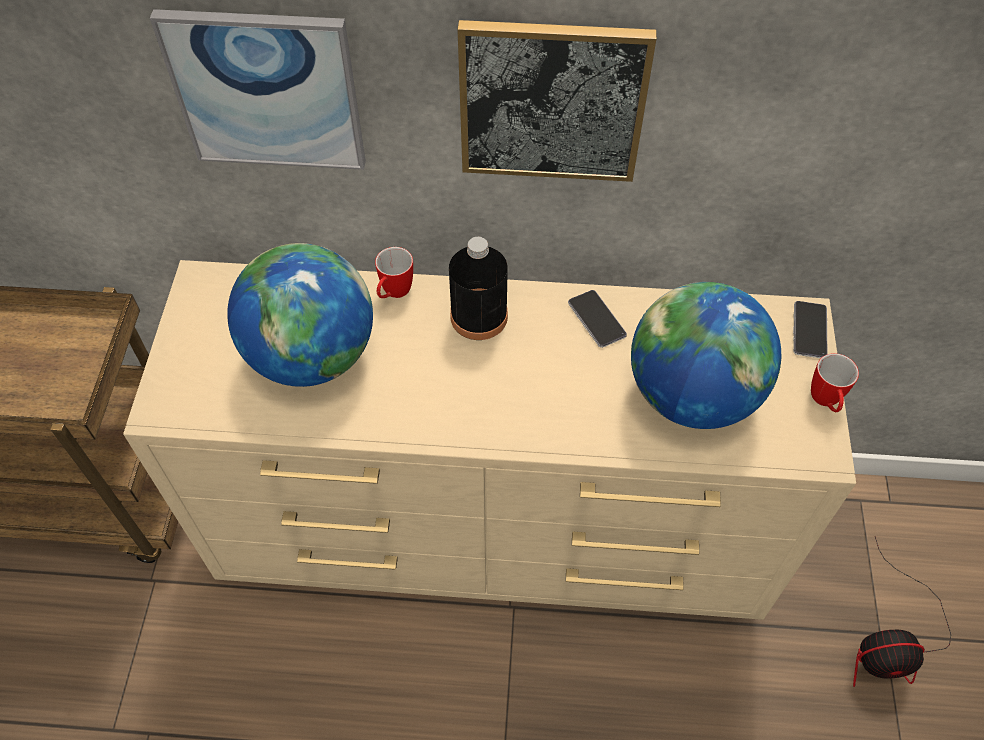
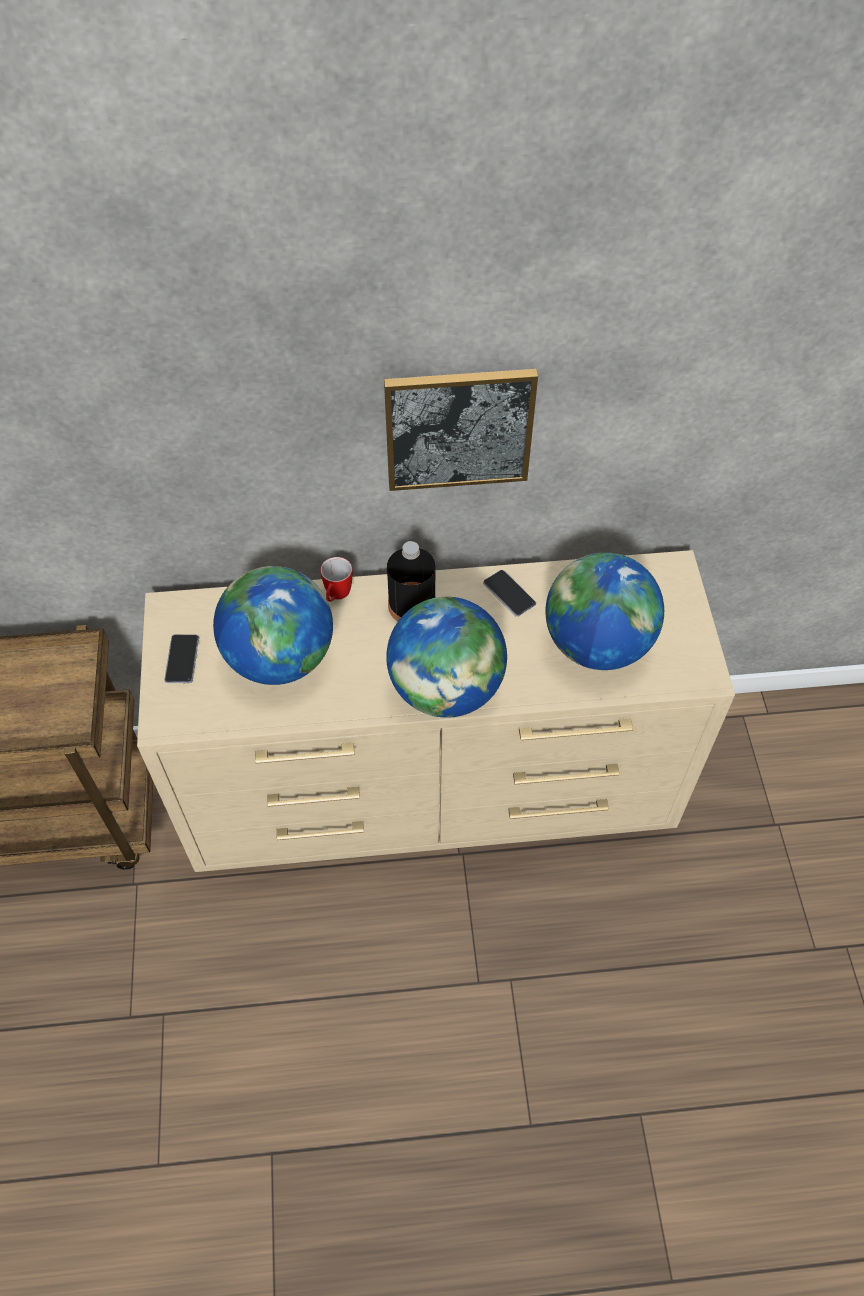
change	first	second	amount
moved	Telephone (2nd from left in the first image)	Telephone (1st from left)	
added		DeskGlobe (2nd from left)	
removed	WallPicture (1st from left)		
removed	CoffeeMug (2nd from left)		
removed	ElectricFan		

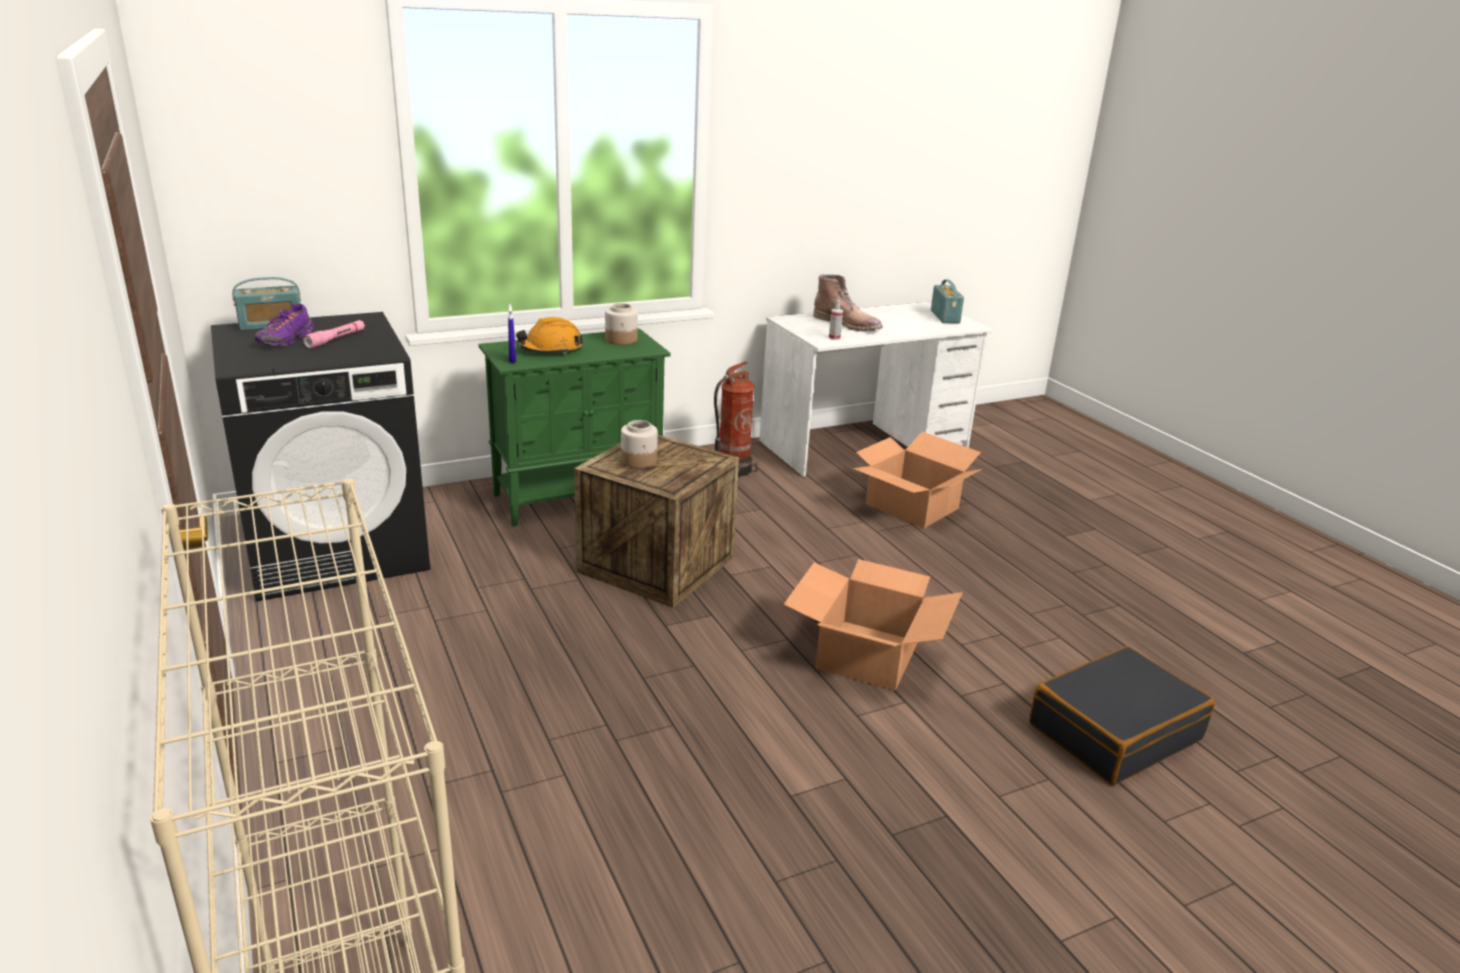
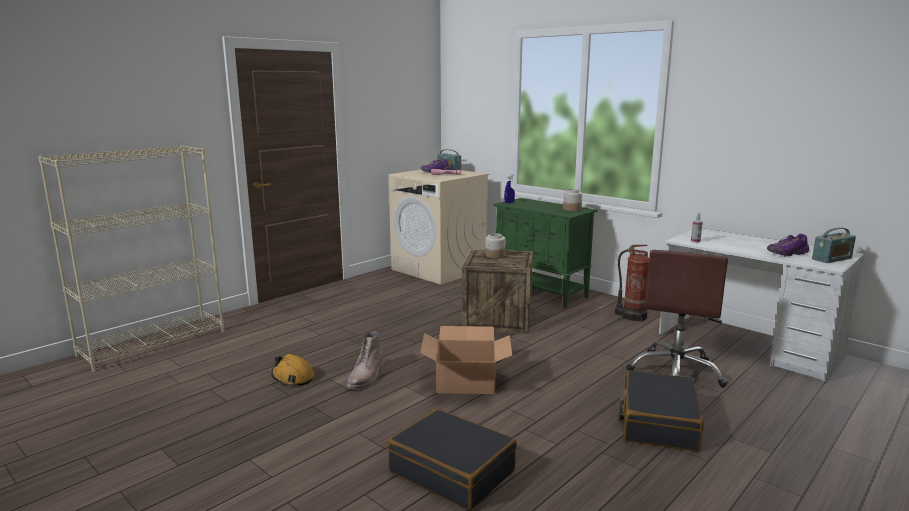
change	first	second	amount
moved	OrangeyHardHat		
moved	BrownishBoot		
recoloured	BlackColouredLaundryMachine	BeigeColouredLaundryMachine	
added		BlackColouredTravelCase (2nd from left)	
replaced	CardboardBox (2nd from left)	BrownishComputerChair	
added		PurplishLowShoe (2nd from left)	

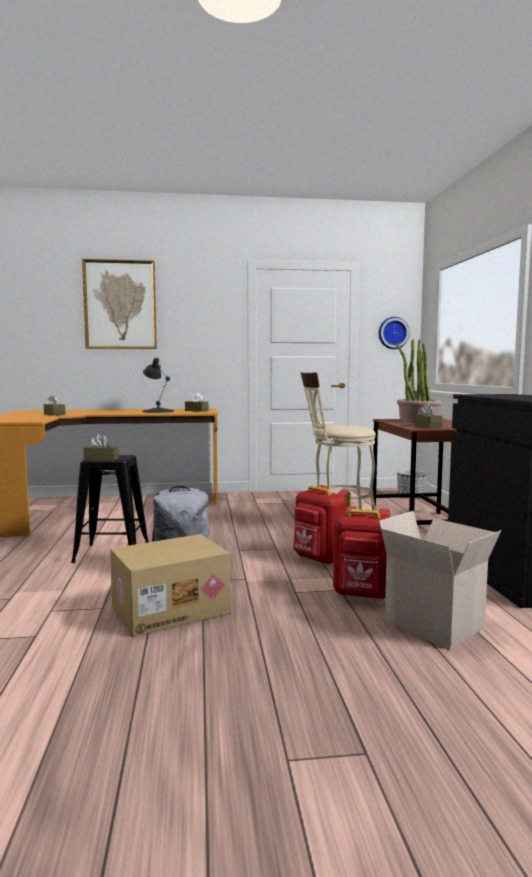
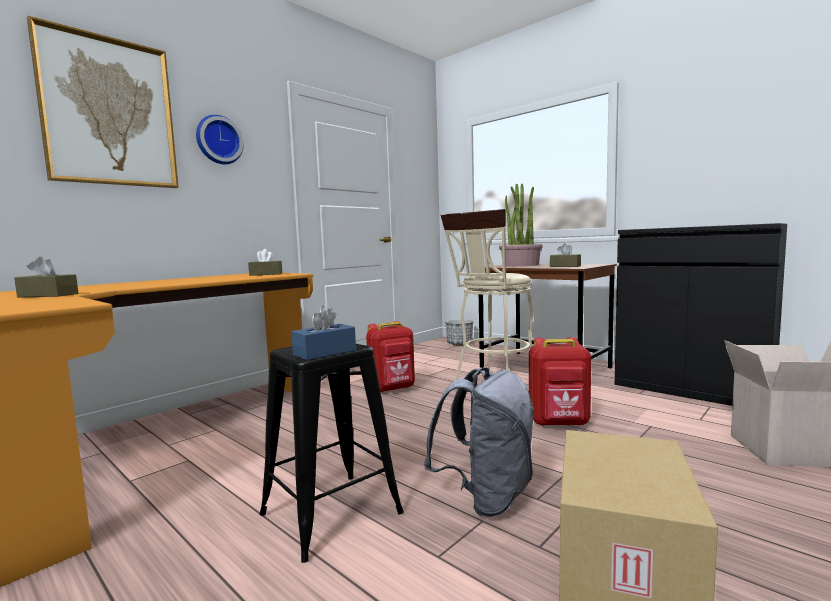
change	first	second	amount
moved	HangingClock		
recoloured	BrownishTissueBox (2nd from left)	BlueColouredTissueBox	
moved	RedColouredRucksack (2nd from left in the first image)	RedColouredRucksack (1st from left)	
removed	BlackColouredTabletopLamp		

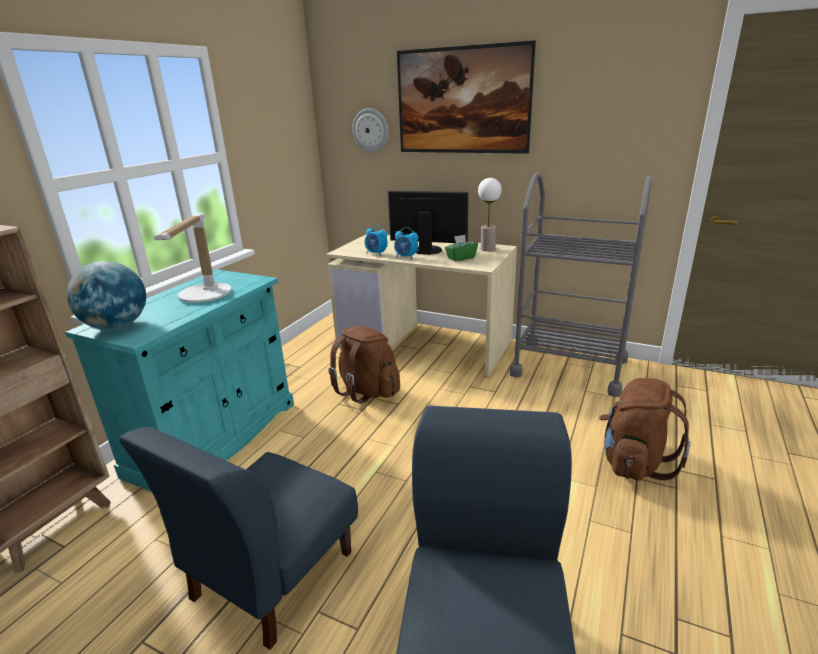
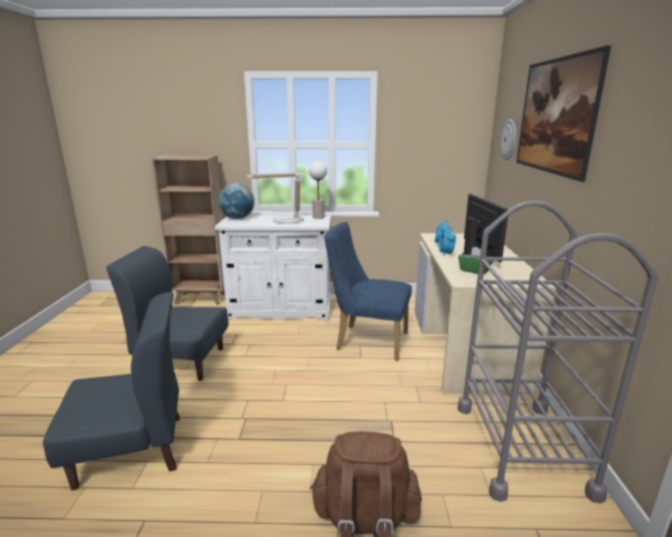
change	first	second	amount
recoloured	BlueGreenCupboard	WhitishCupboard	
moved	TabletopLamp (2nd from left)		
replaced	BrownishRucksack (1st from left)	BlueColouredUprightChair (3rd from left)	

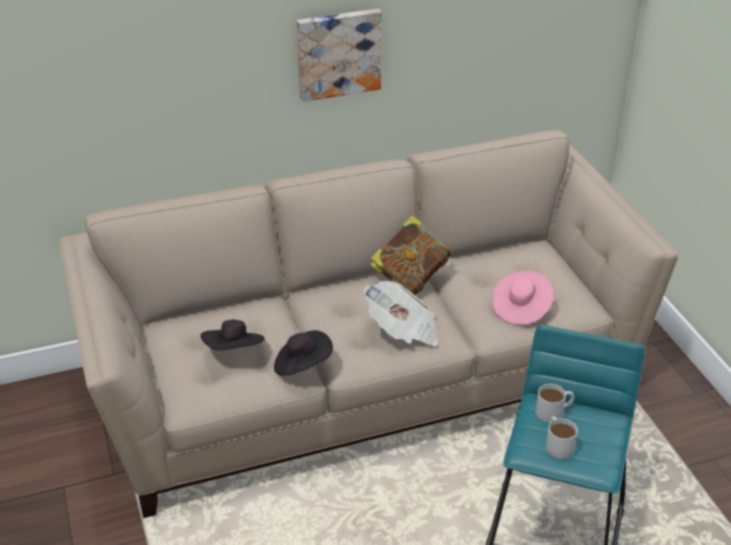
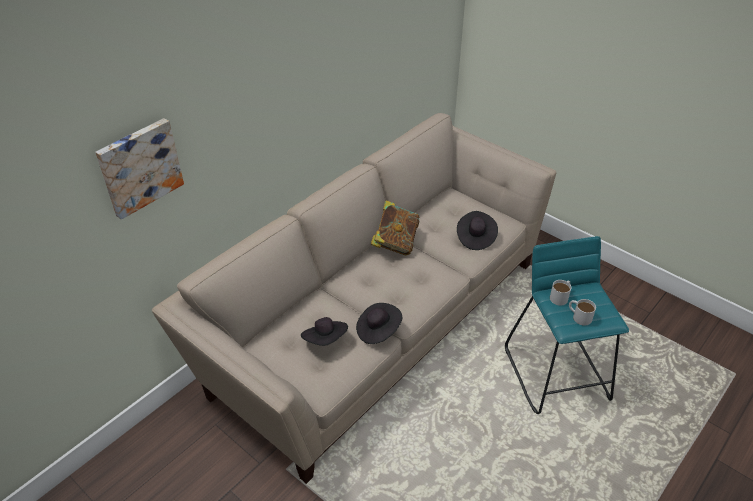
change	first	second	amount
moved	WallPicture		
recoloured	PinkWearableHat	BlackColouredWearableHat (3rd from left)	
removed	PrintedPaper		

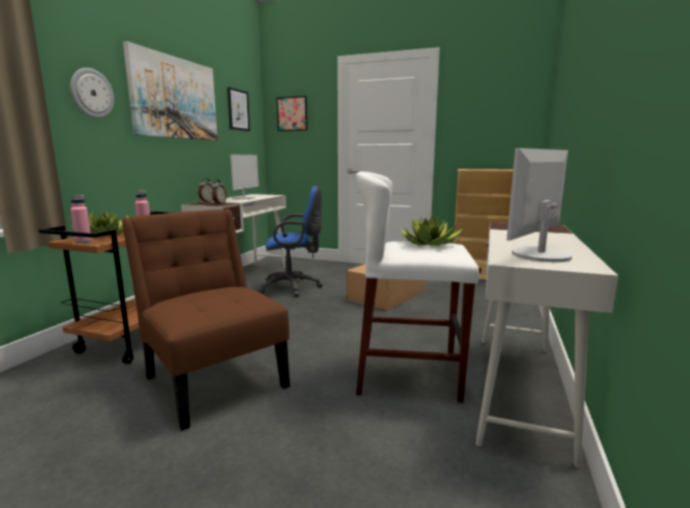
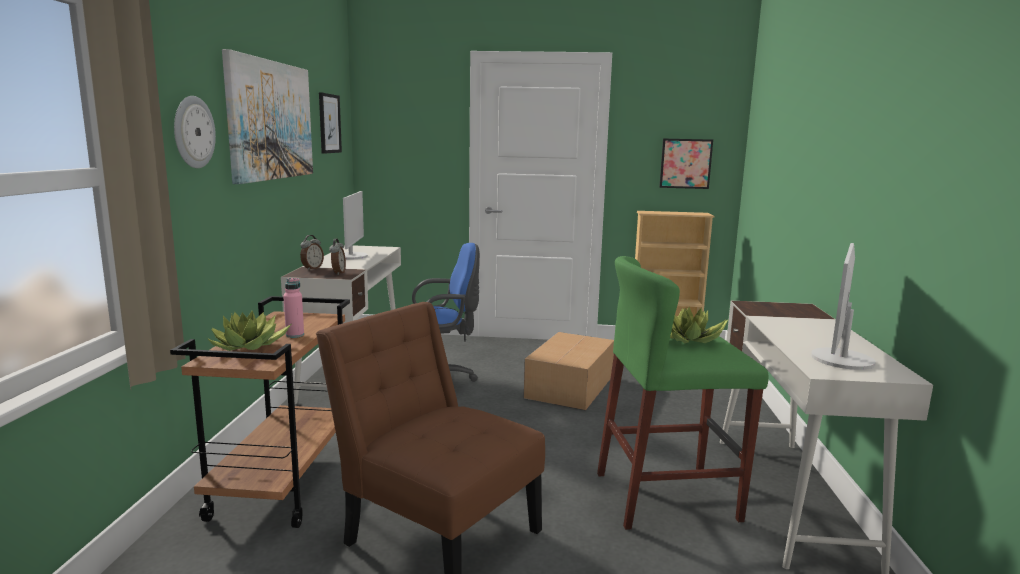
change	first	second	amount
recoloured	WhitishSittingStool	GreenSittingStool	
moved	WallPicture (3rd from left)		
removed	PinkDrinkBottle (1st from left)		

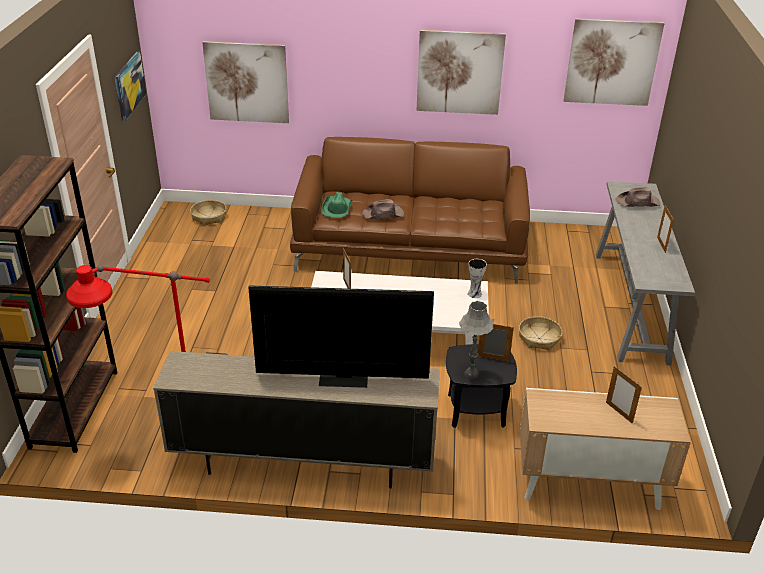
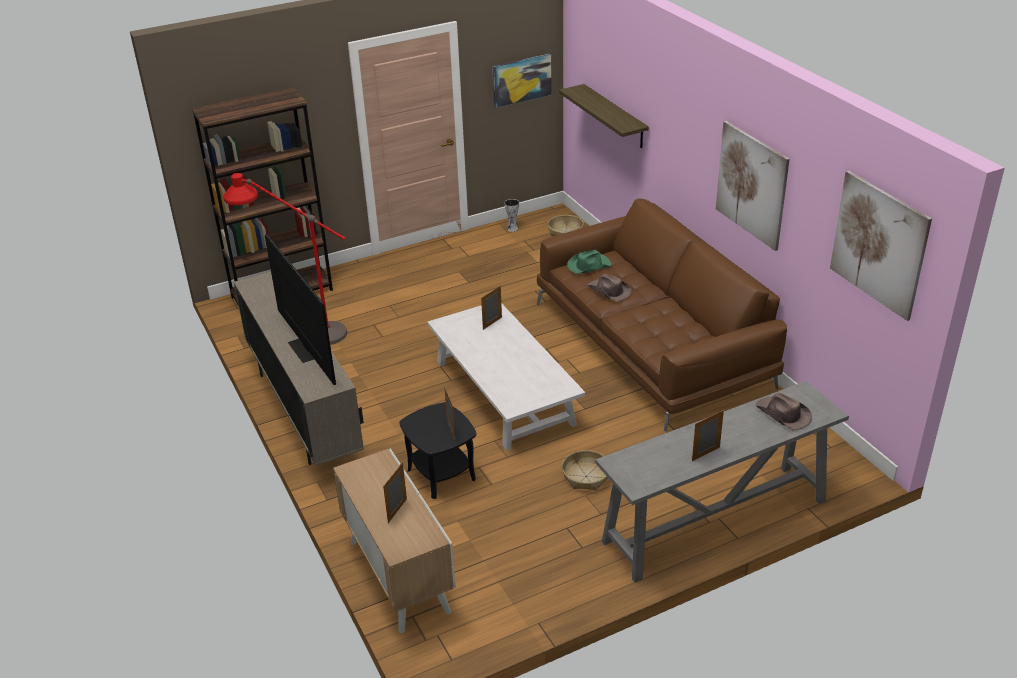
change	first	second	amount
moved	DecorativeVase		
replaced	WallPicture (2nd from left)	WallShelf	
removed	GrayTabletopLamp		

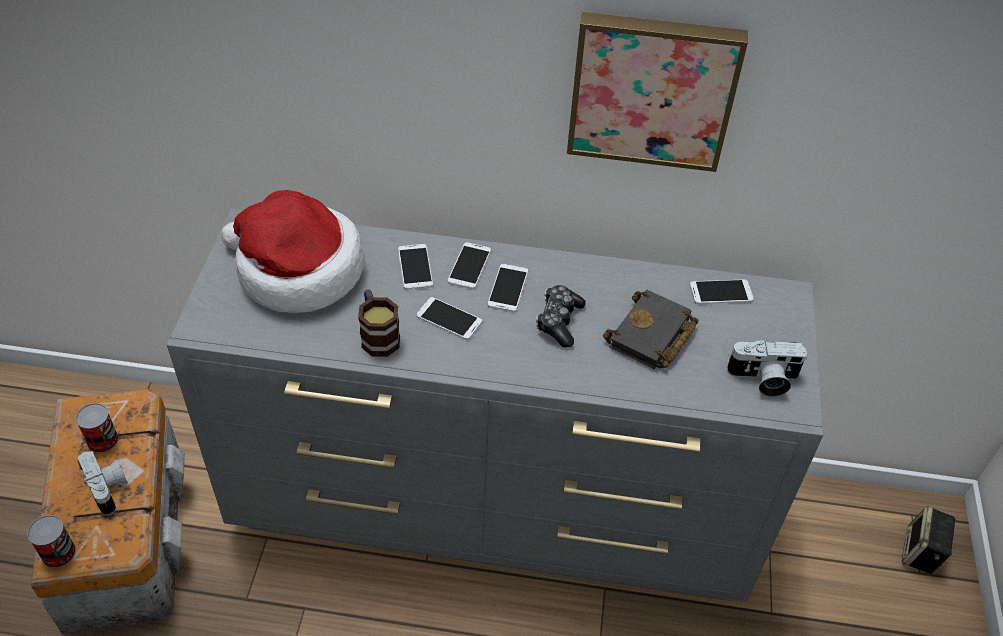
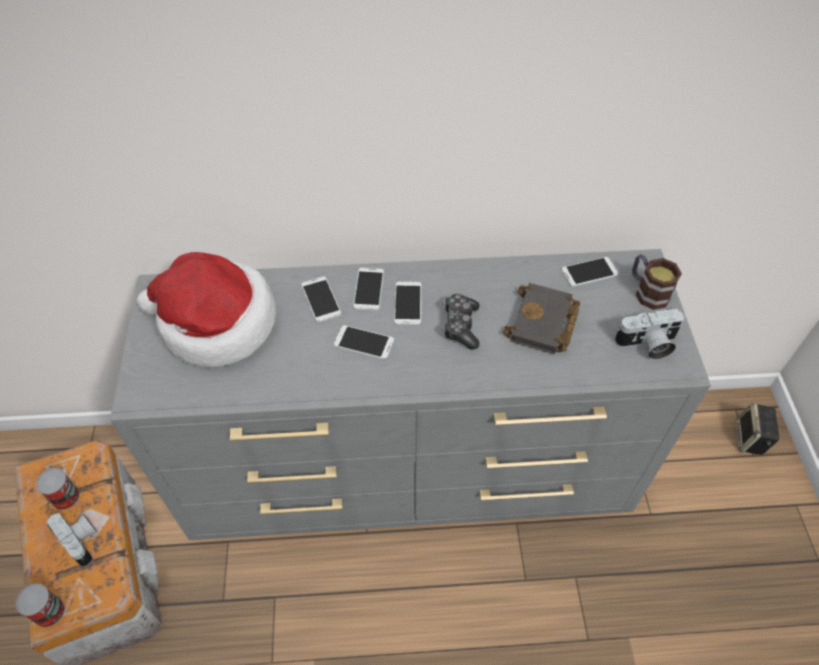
change	first	second	amount
moved	CoffeeMug		
removed	WallPicture		

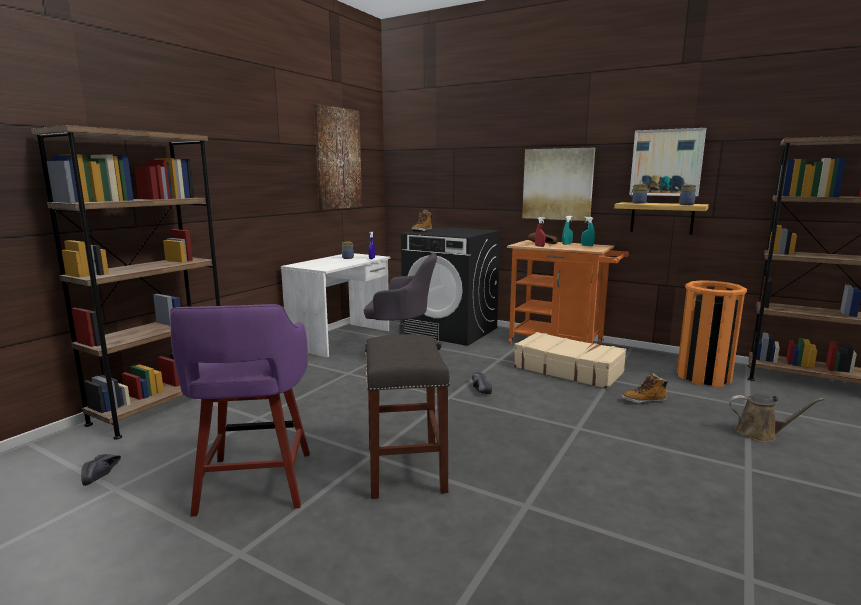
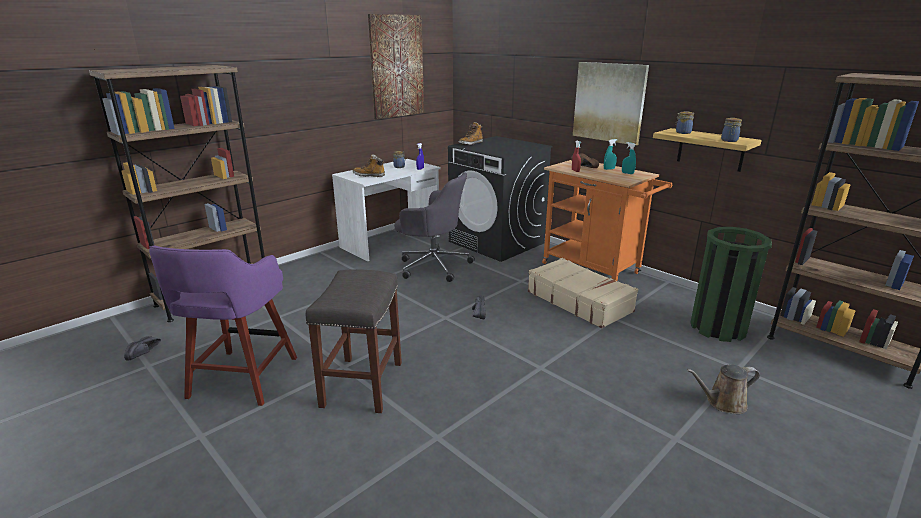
change	first	second	amount
moved	Boot (2nd from left in the first image)	Boot (1st from left)	
turned	BrownishWateringCan		135 degrees clockwise
recoloured	OrangeyTrashCan	GreenTrashCan	
removed	WallPicture (3rd from left)		

